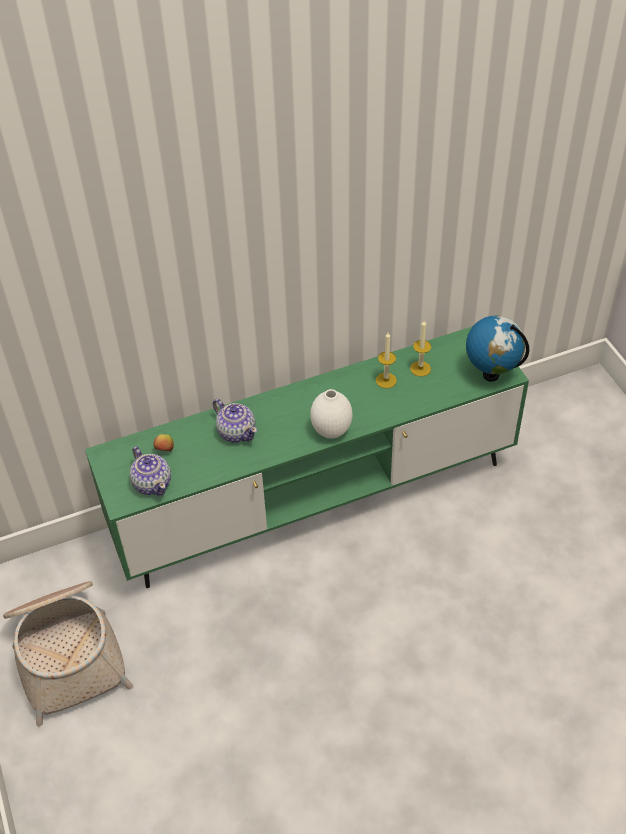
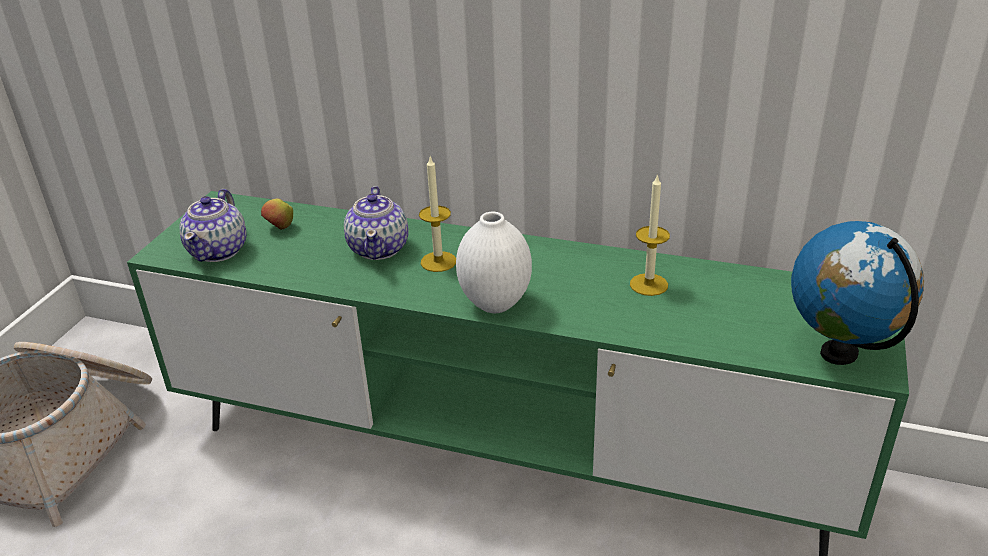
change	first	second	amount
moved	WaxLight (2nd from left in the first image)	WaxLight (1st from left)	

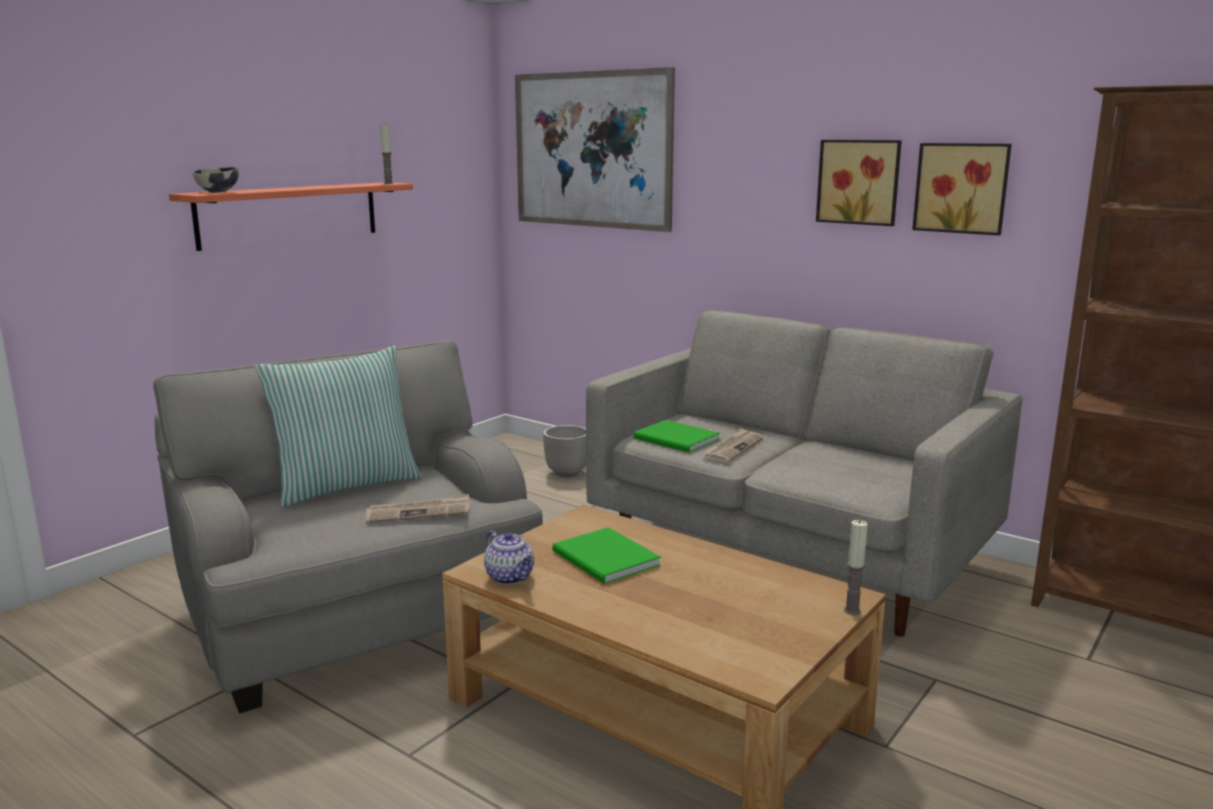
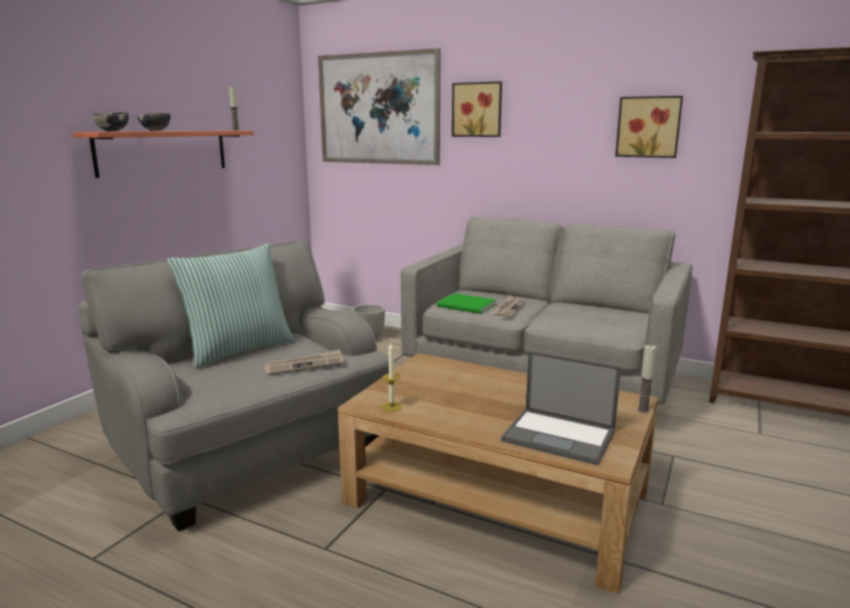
change	first	second	amount
added		ServingBowl (2nd from left)	
replaced	PotForTea	WaxLight (2nd from left)	
moved	WallPicture (2nd from left)		
added		NotebookComputer	
removed	GreenBook (1st from left)		

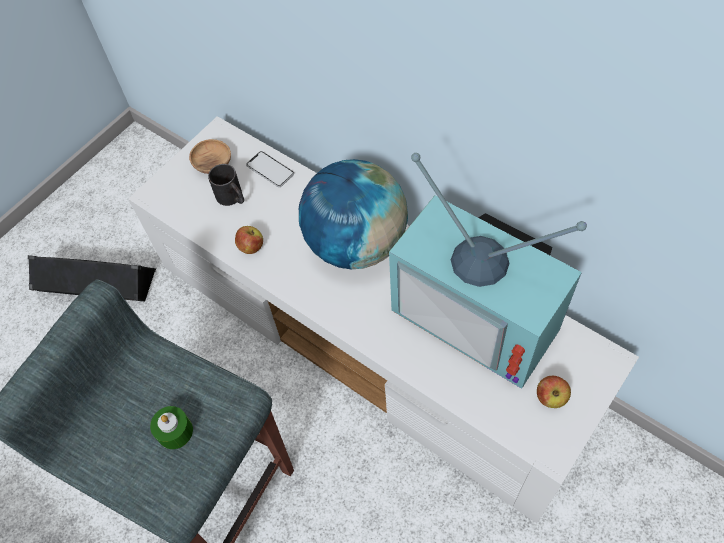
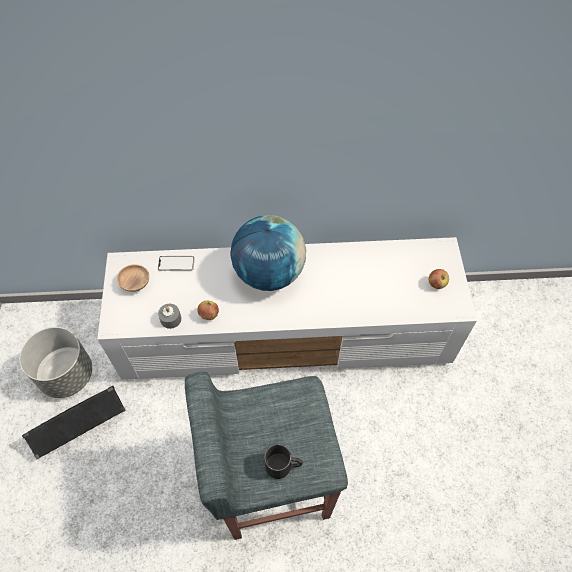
change	first	second	amount
added		GrayPlantPot	
added		GrayWaxLight	
moved	BlackColouredCoffeeMug		
removed	GreenWaxLight		
removed	TvSet		

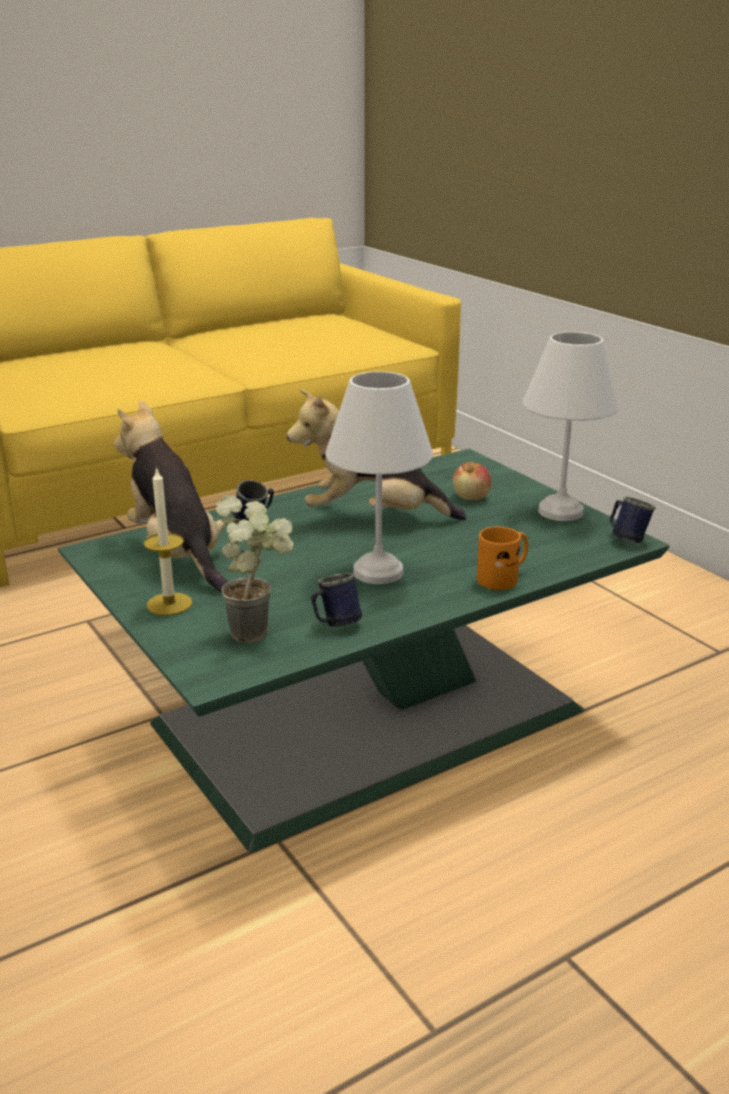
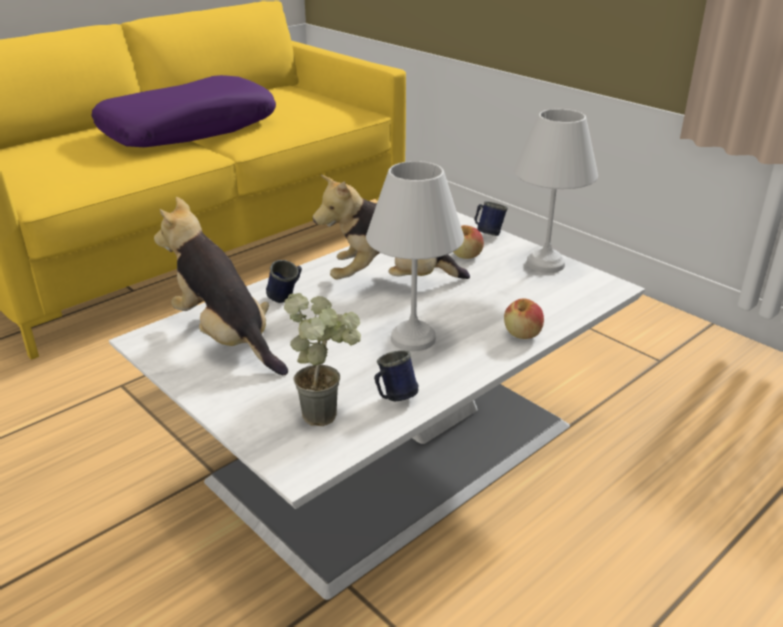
change	first	second	amount
added		PurplishCushion	
recoloured	GreenLoungeTable	WhitishLoungeTable	
moved	BlueColouredCoffeeMug (3rd from left)		
replaced	OrangeyCoffeeMug	WholeApple (2nd from left)	
removed	WaxLight		

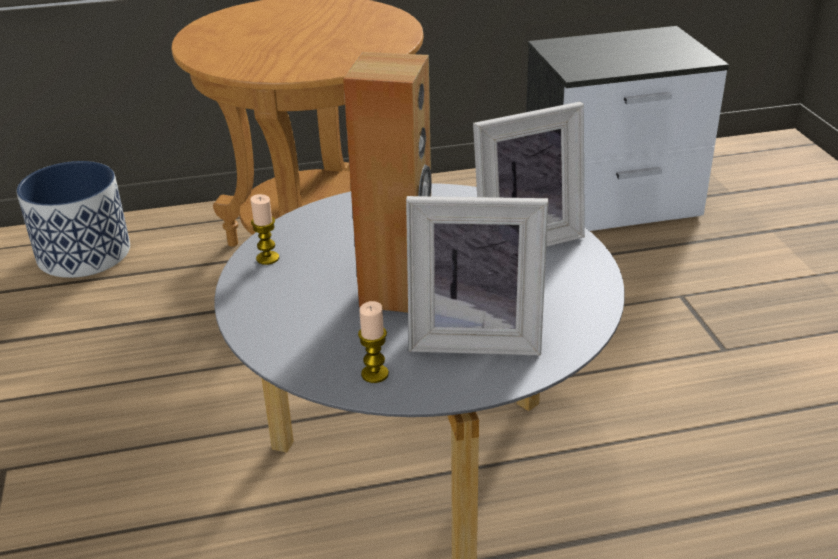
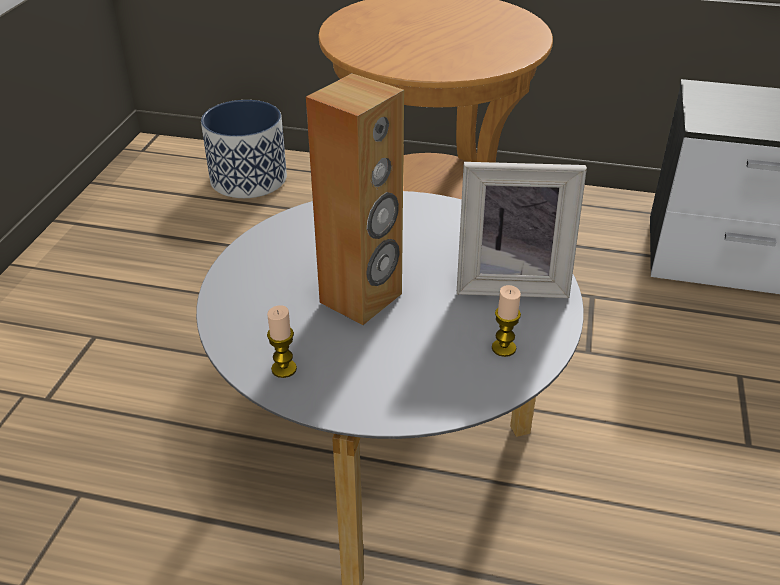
change	first	second	amount
moved	WaxLight (1st from left in the first image)	WaxLight (2nd from left)	
removed	PhotoFrame (1st from left)		

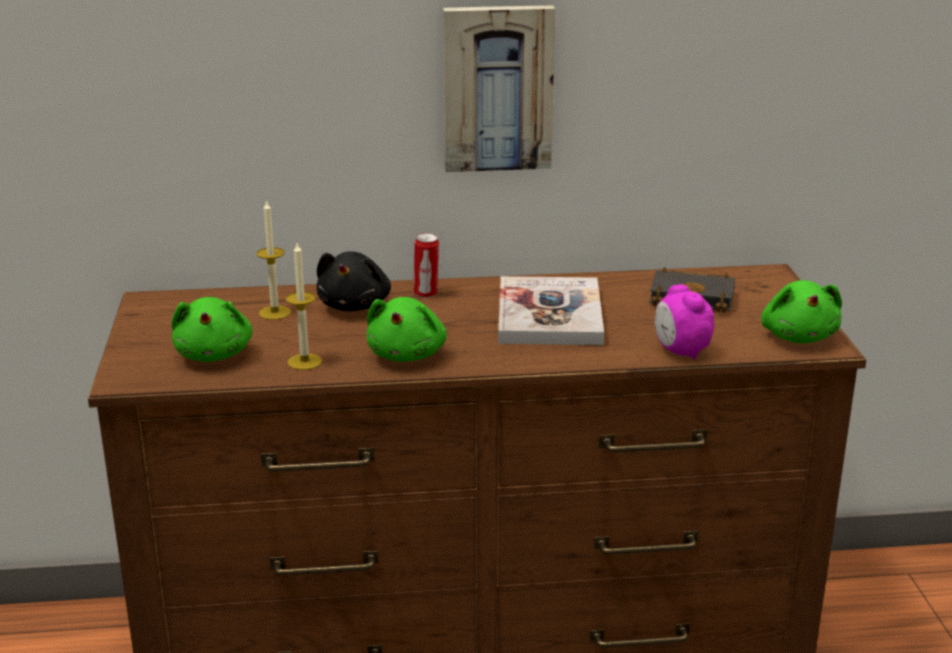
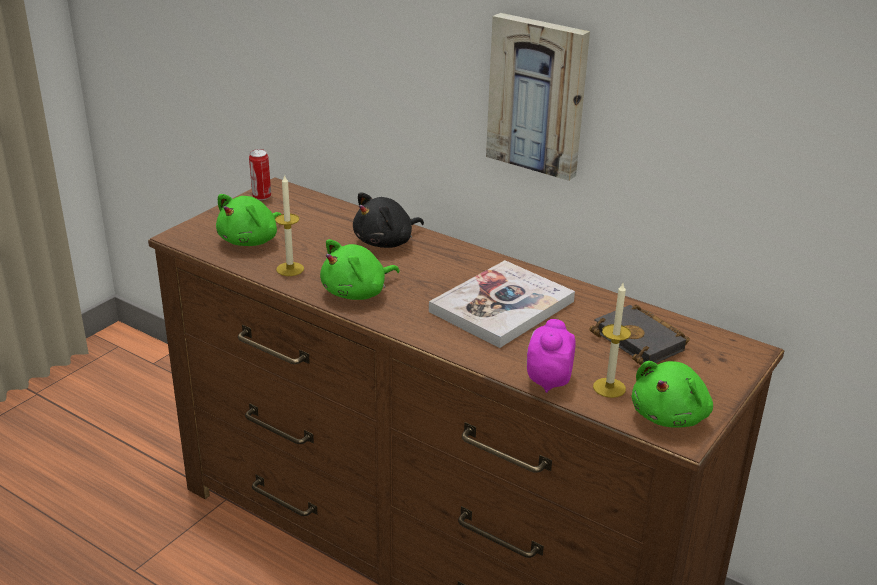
change	first	second	amount
moved	SealedCan		
moved	WaxLight (1st from left in the first image)	WaxLight (2nd from left)	

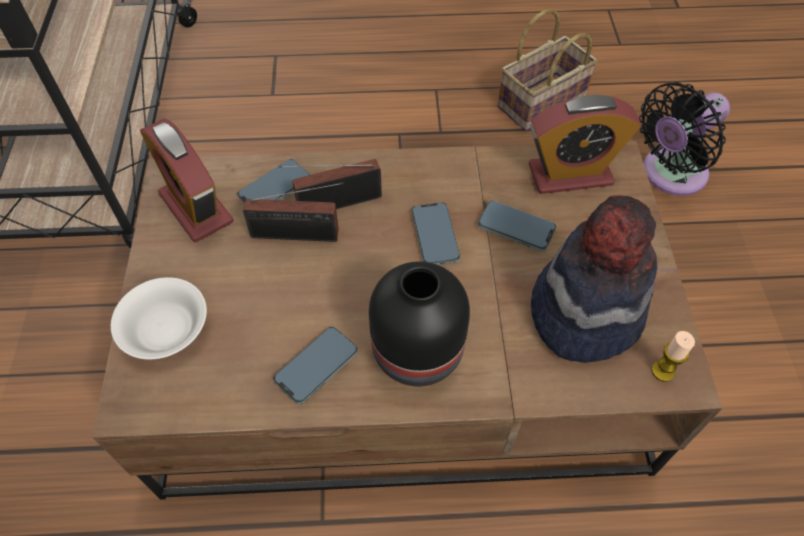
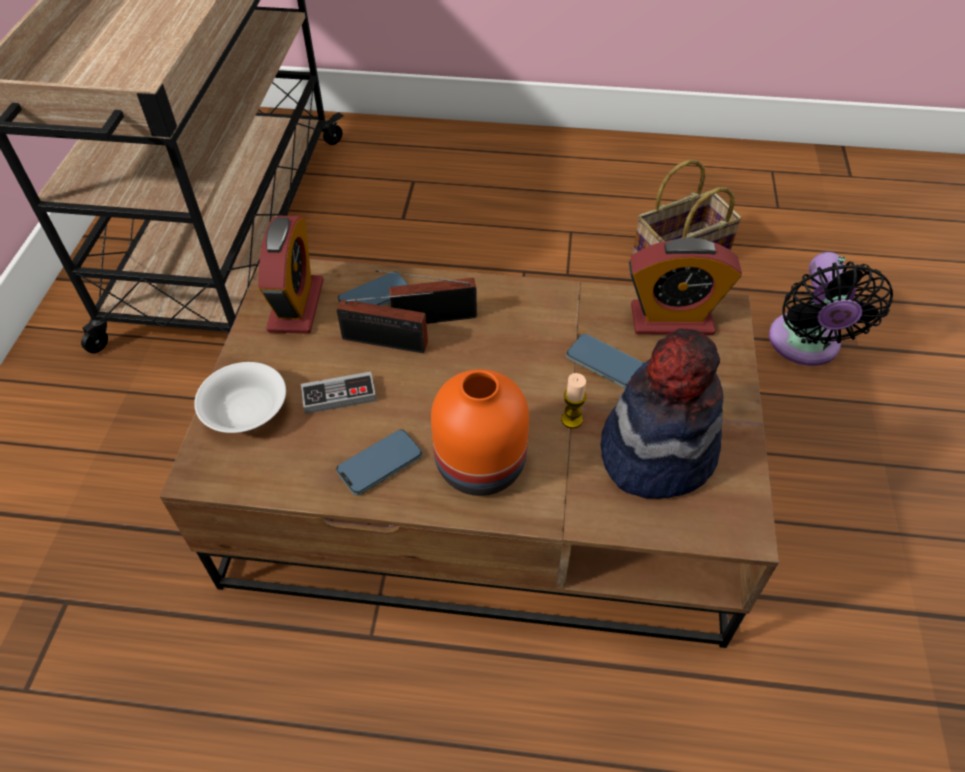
change	first	second	amount
turned	AlarmClock (1st from left)		150 degrees counterclockwise
added		GameController	
recoloured	BlackColouredDecorativeVase	OrangeyDecorativeVase	
moved	WaxLight		
turned	BlackColouredElectricFan		60 degrees counterclockwise
removed	Telephone (3rd from left)		

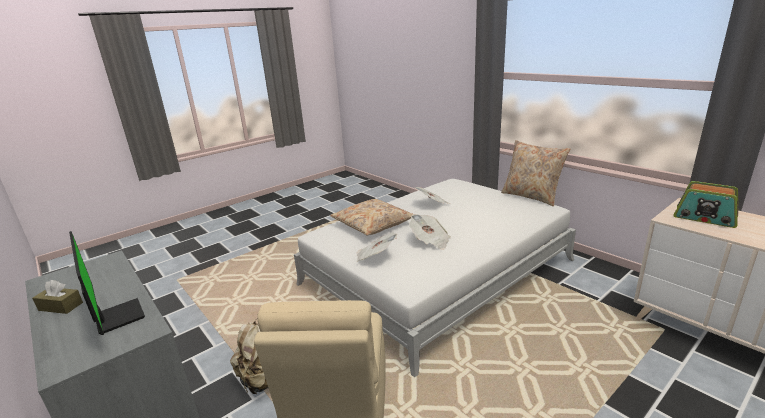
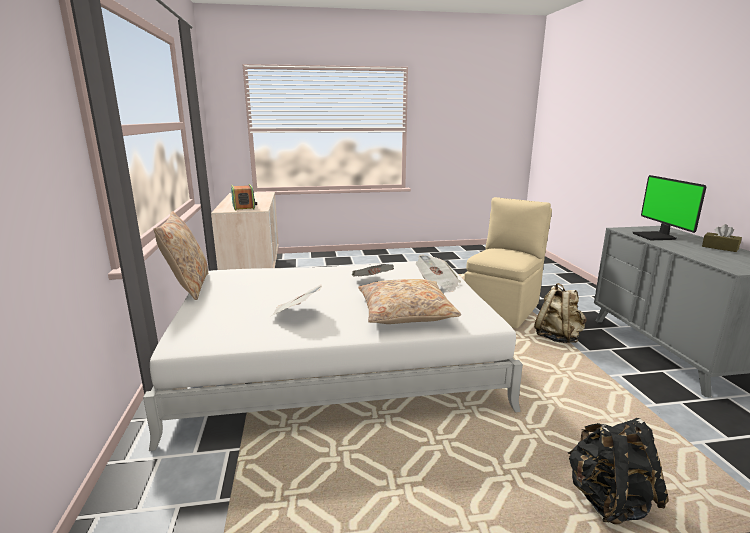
change	first	second	amount
added		BlackColouredRucksack	

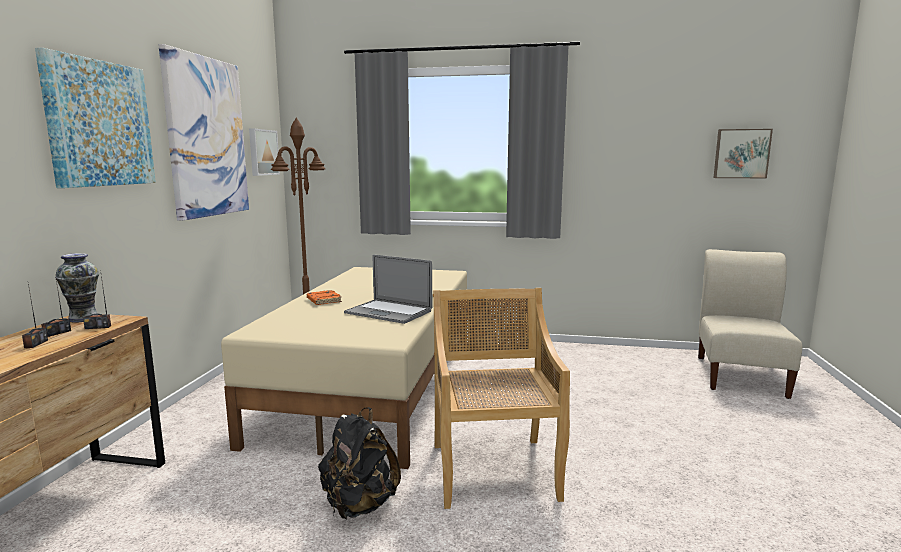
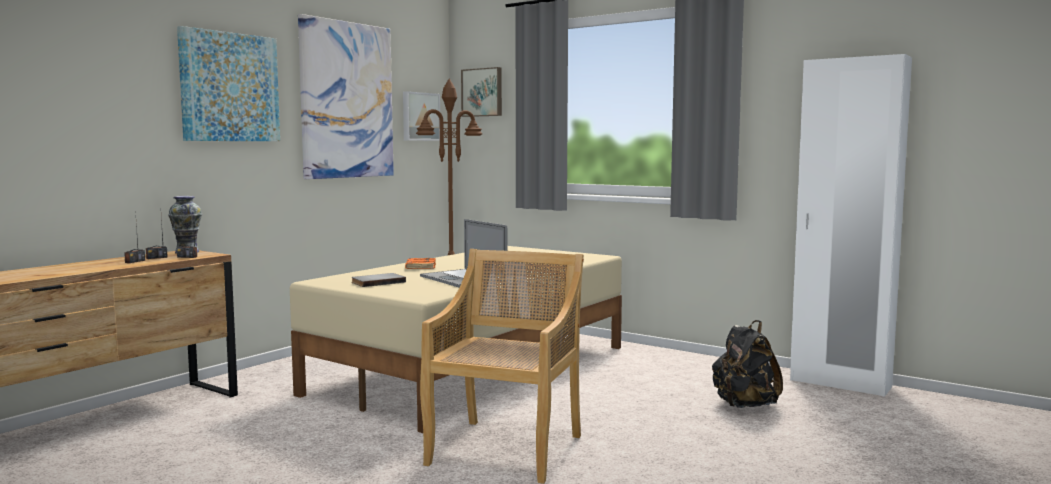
change	first	second	amount
added		GrayBook	
moved	WallPicture (4th from left)		
moved	BlackColouredRucksack		
added		WhitishWardrobe	
removed	BeigeColouredUprightChair (2nd from left)		

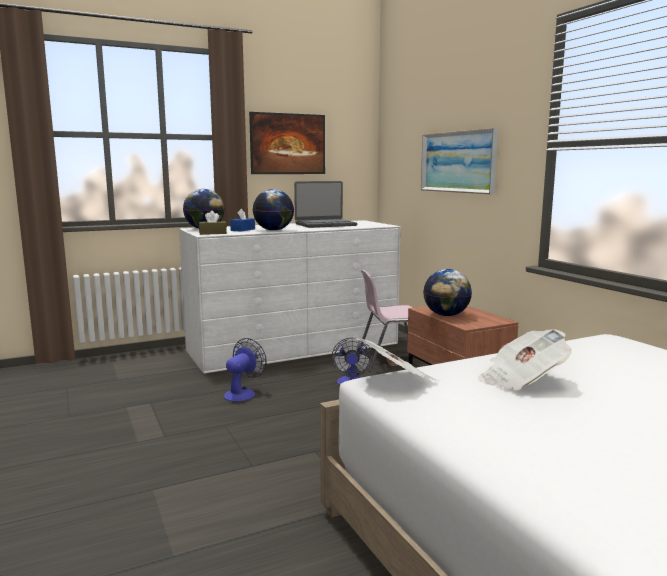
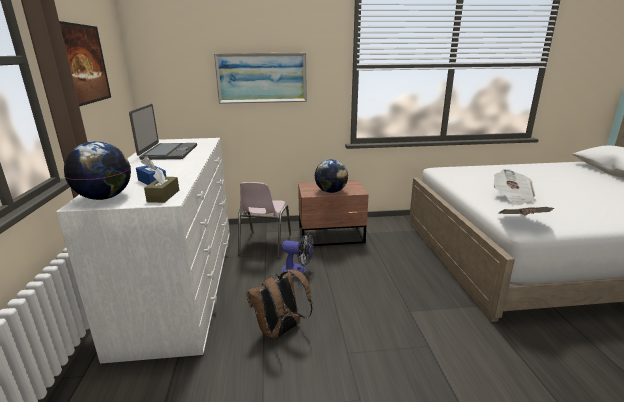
change	first	second	amount
replaced	ElectricFan (1st from left)	BrownishRucksack	
removed	DeskGlobe (2nd from left)		

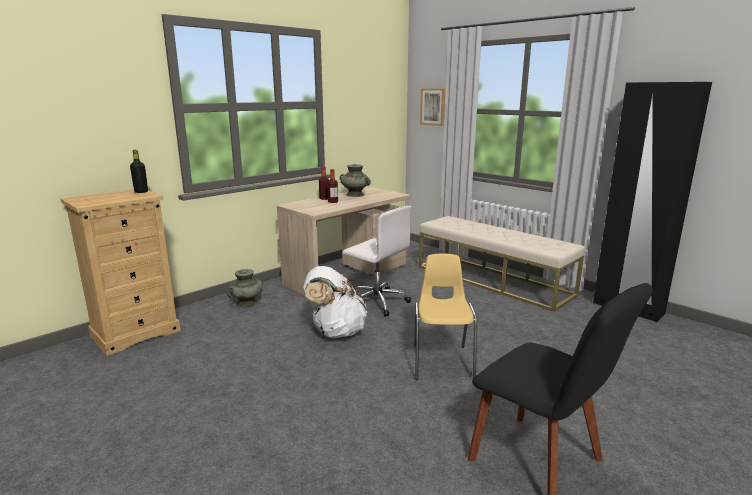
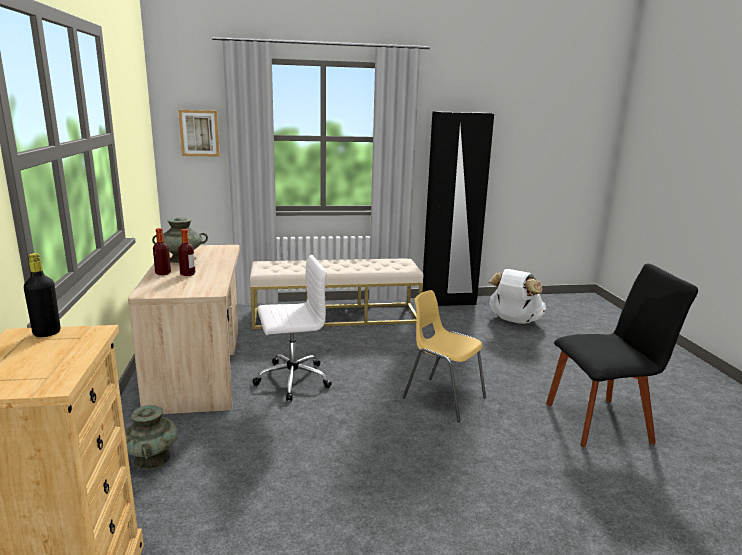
change	first	second	amount
moved	WhitishRucksack		

